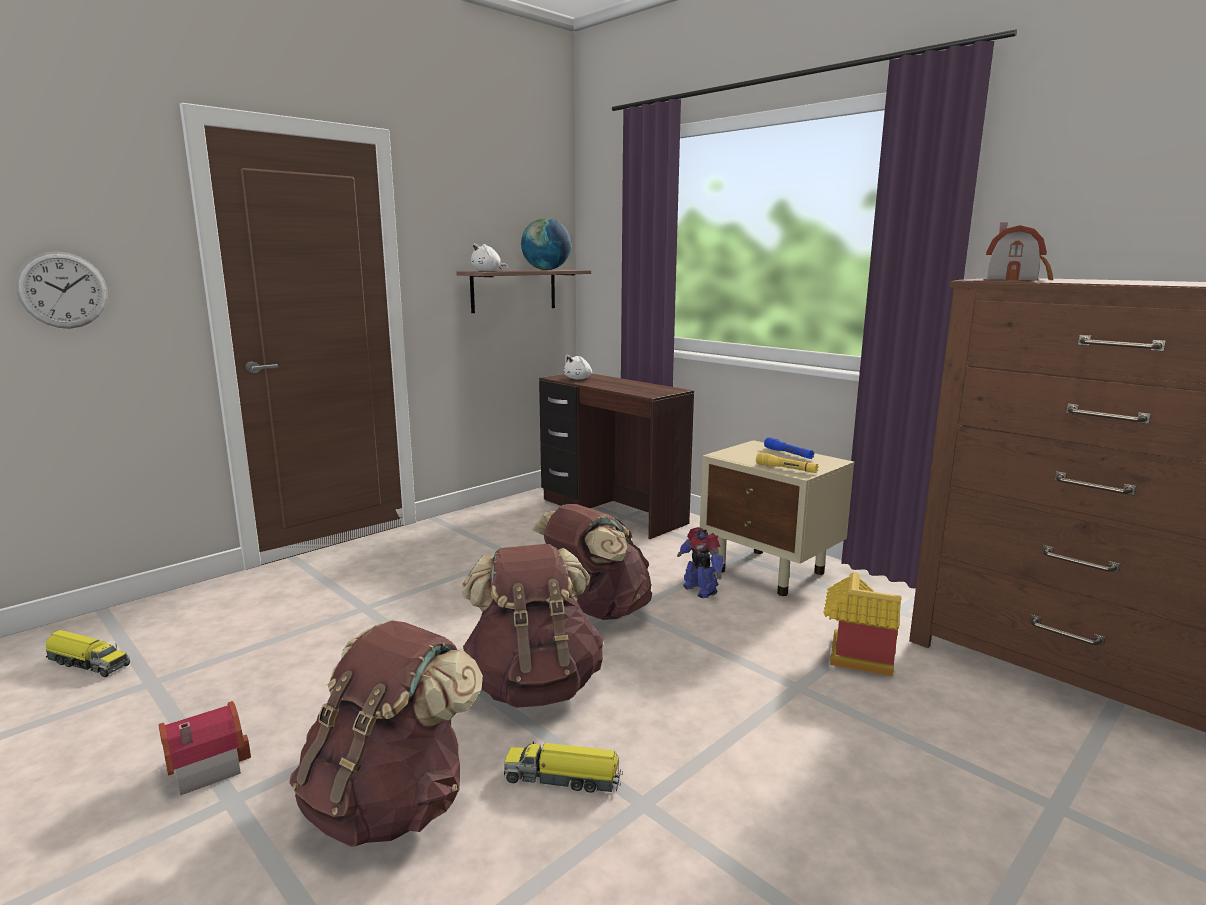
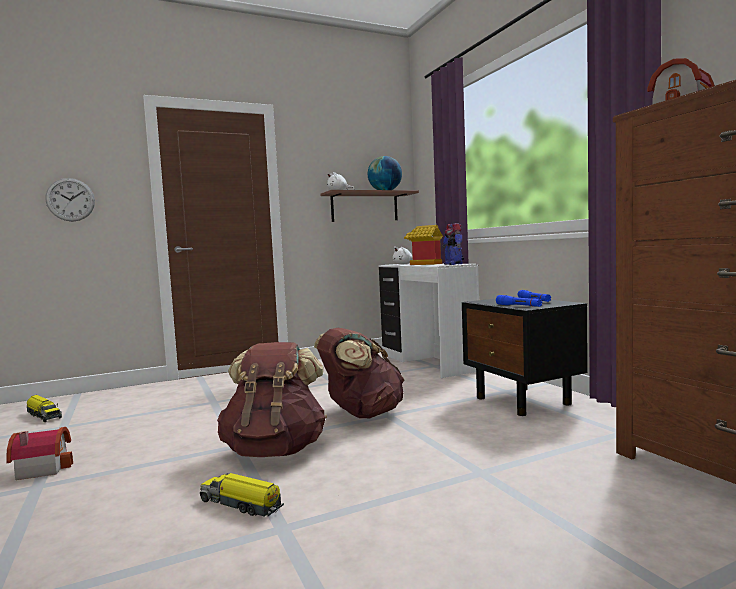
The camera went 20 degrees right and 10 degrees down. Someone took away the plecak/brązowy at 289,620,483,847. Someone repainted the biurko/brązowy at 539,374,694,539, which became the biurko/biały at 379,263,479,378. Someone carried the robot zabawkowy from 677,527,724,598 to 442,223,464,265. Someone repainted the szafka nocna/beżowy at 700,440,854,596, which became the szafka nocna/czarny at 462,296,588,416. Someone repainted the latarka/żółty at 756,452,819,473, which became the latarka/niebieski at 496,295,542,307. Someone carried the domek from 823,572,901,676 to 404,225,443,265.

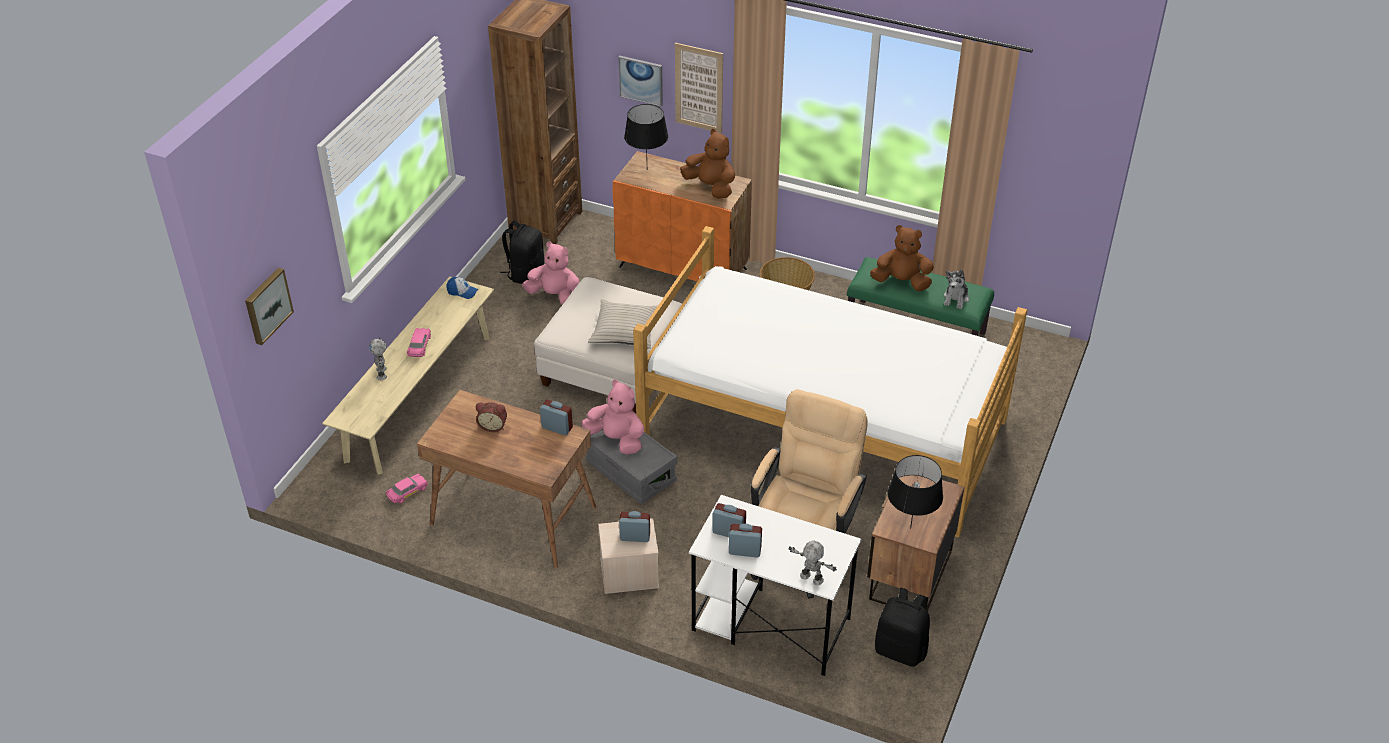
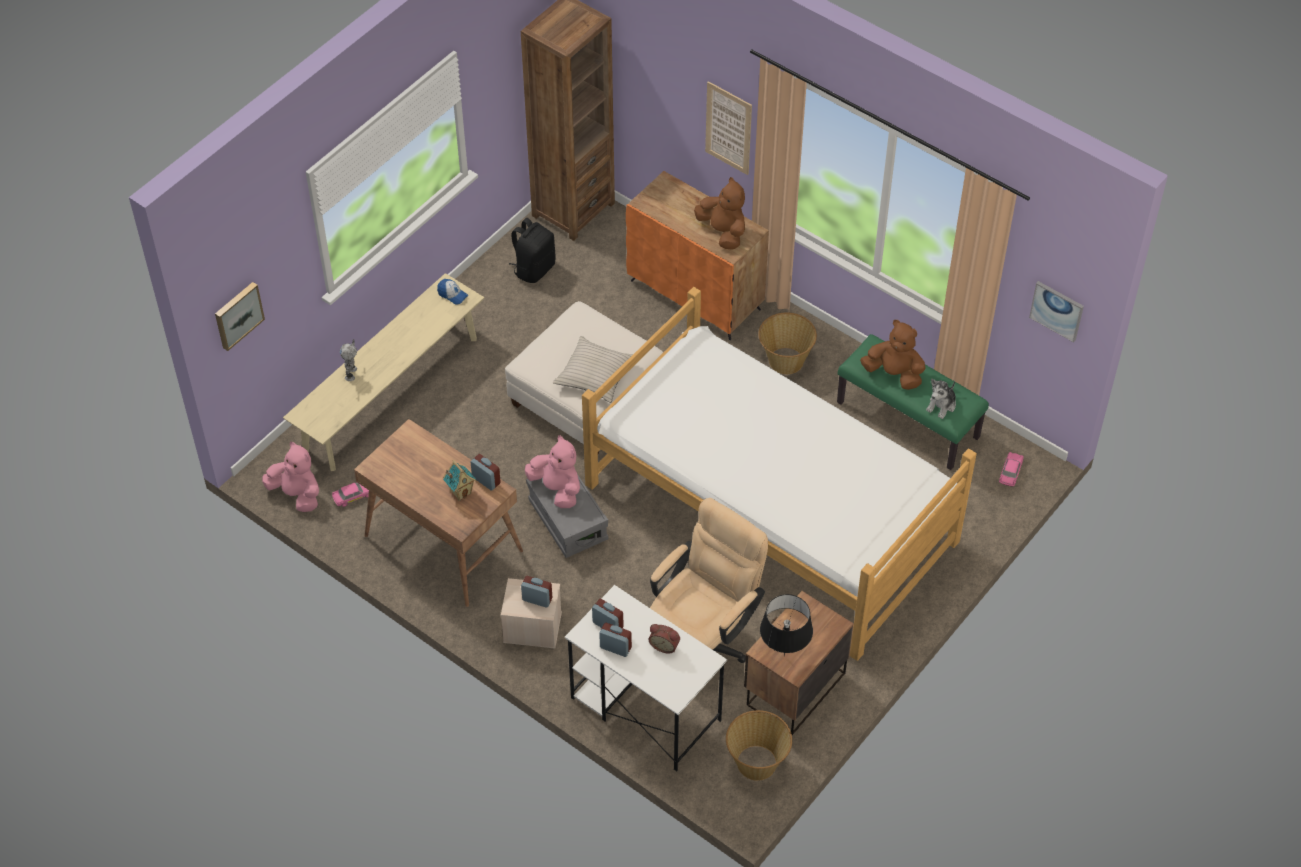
The camera went 15 degrees right and 10 degrees up. Someone carried the samochodzik/różowy from 407,328,431,357 to 999,452,1024,486. Someone carried the budzik from 476,402,507,432 to 649,624,680,654. Someone carried the pluszak/różowy from 522,241,580,305 to 262,441,319,512. Someone carried the obraz from 618,56,663,107 to 1029,281,1084,342. Someone took away the lampa stołowa/czarny at 624,104,668,156. Someone took away the robot zabawkowy at 788,540,837,585. Someone swapped the plecak/czarny at 875,588,930,667 for the koszyk at 726,710,792,781. Someone put down the domek at 443,460,476,501.

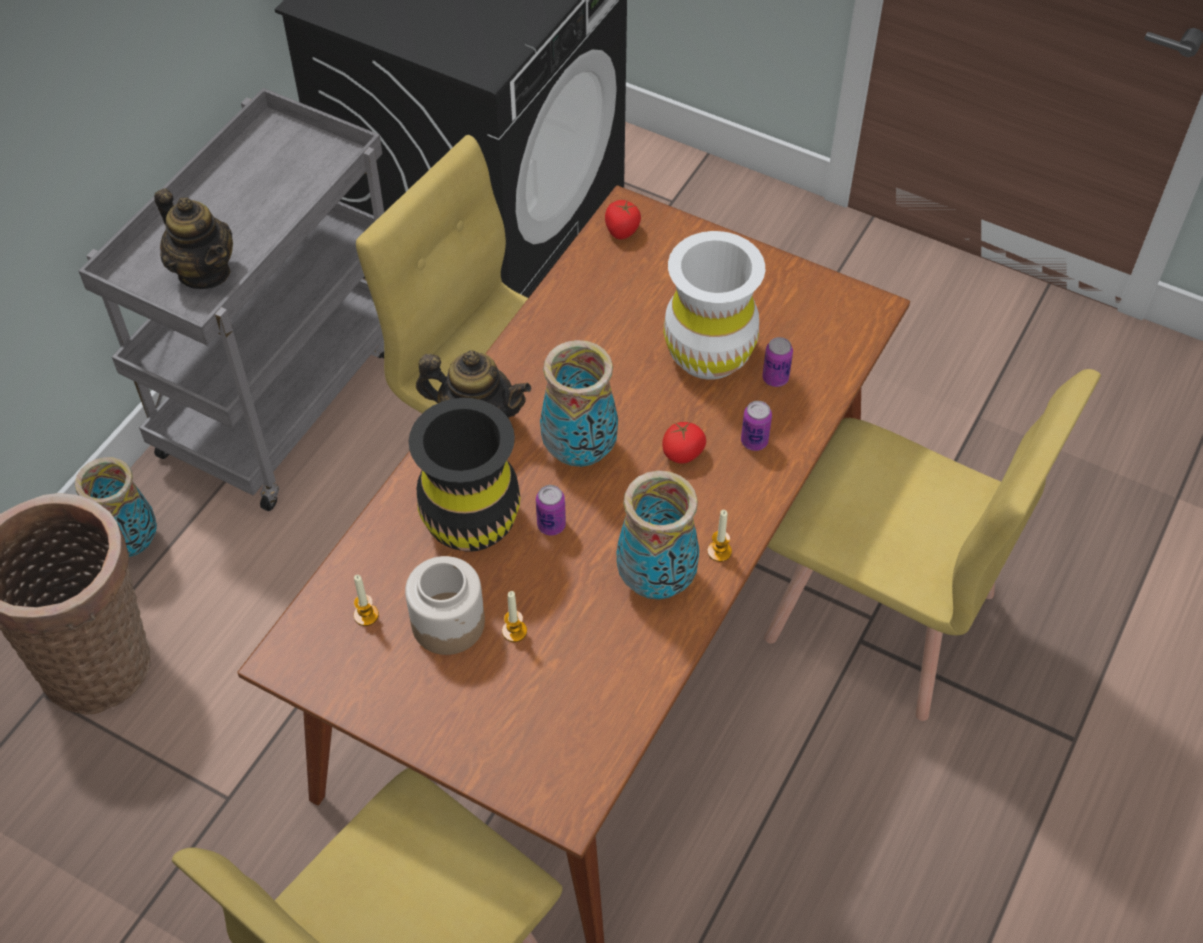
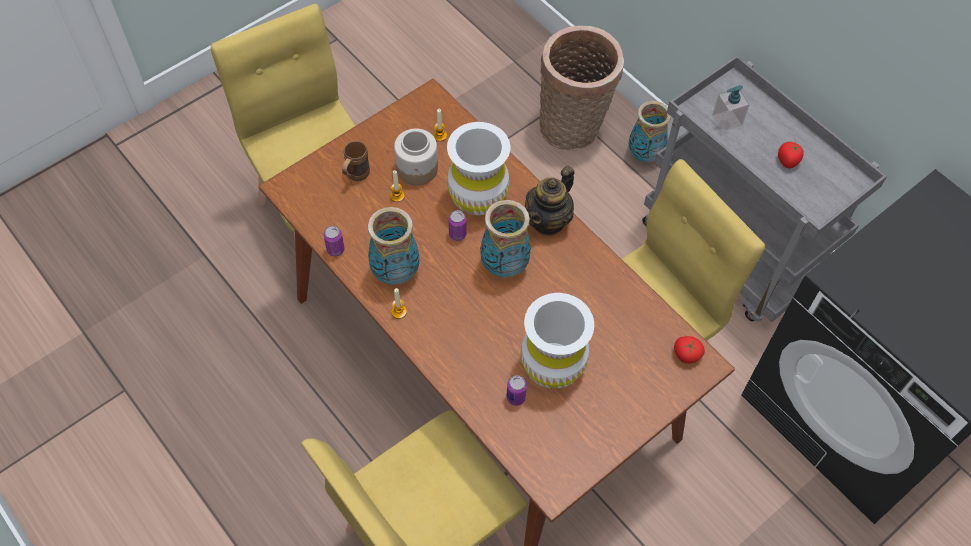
The camera went 110 degrees right and 5 degrees up. Someone swapped the imbryk at 154,188,233,289 for the dozownik mydła at 712,85,750,132. Someone repainted the wazon/czarny at 409,398,520,552, which became the wazon/biały at 447,122,510,215. Someone carried the pomidor from 662,422,706,463 to 778,142,804,168. Someone carried the puszka from 741,401,772,451 to 324,226,345,257. Someone put down the kubek/brązowy at 342,141,370,181.

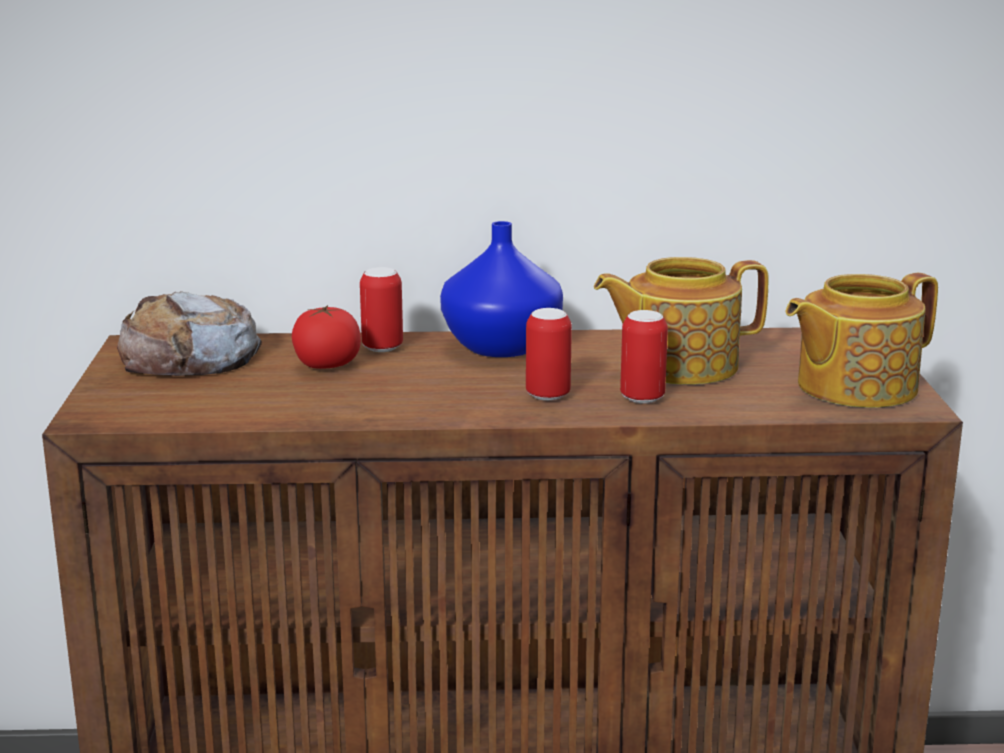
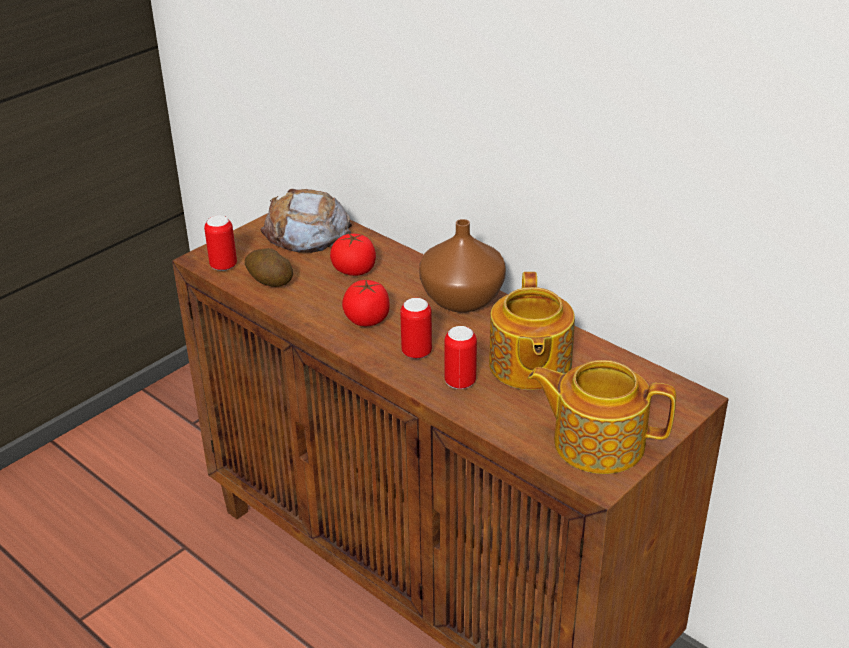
The camera went 45 degrees right and 15 degrees up. Someone carried the puszka from 360,267,403,352 to 204,215,237,271. Someone repainted the wazon/niebieski at 440,221,563,357, which became the wazon/brązowy at 419,219,506,312. Someone rotated the imbryk at 594,257,768,385 by 120 degrees counterclockwise. Someone put down the ziemniak at 245,248,293,287. Someone put down the pomidor at 342,280,390,326.

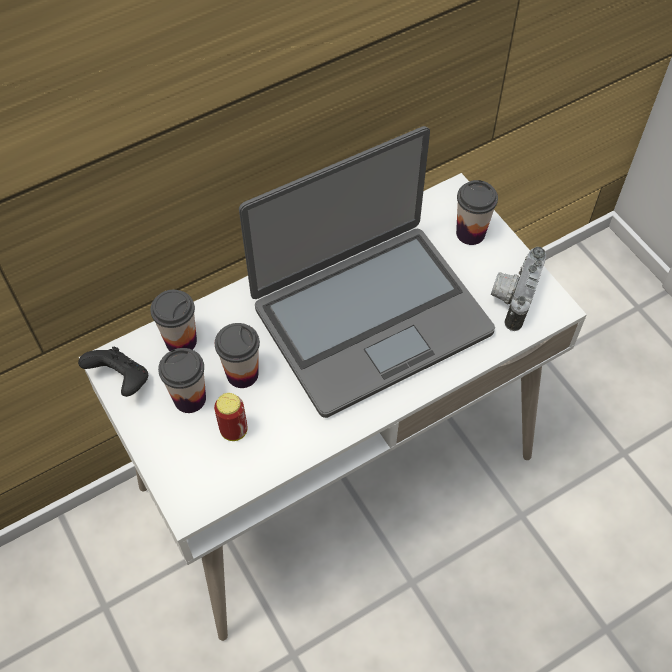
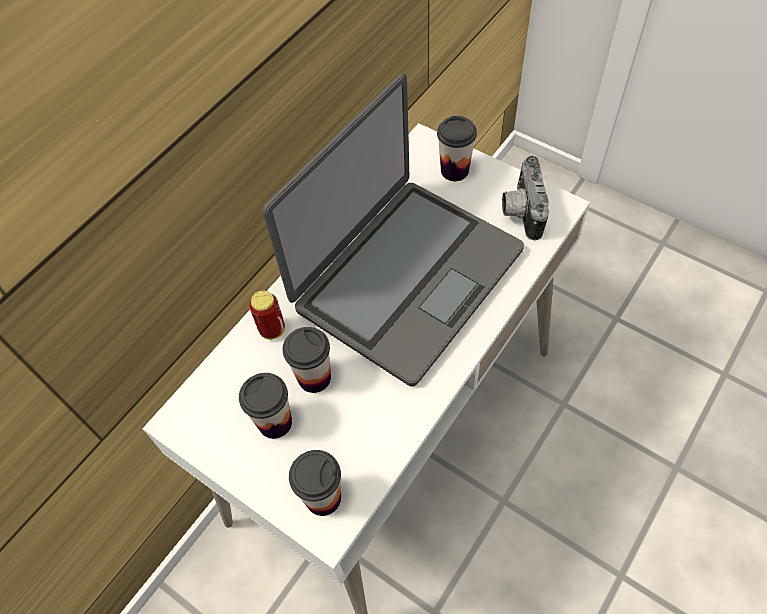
The camera went 20 degrees left and 0 degrees up. Someone took away the pad do gier/czarny at 78,347,148,397. Someone carried the filiżanka from 150,290,197,351 to 289,450,341,516. Someone carried the puszka from 214,393,247,441 to 249,291,285,340.

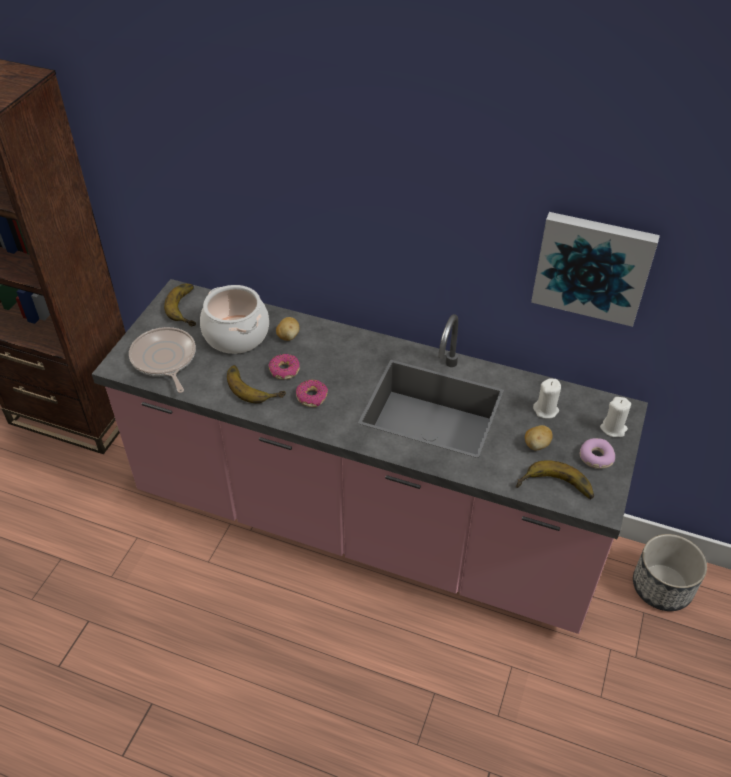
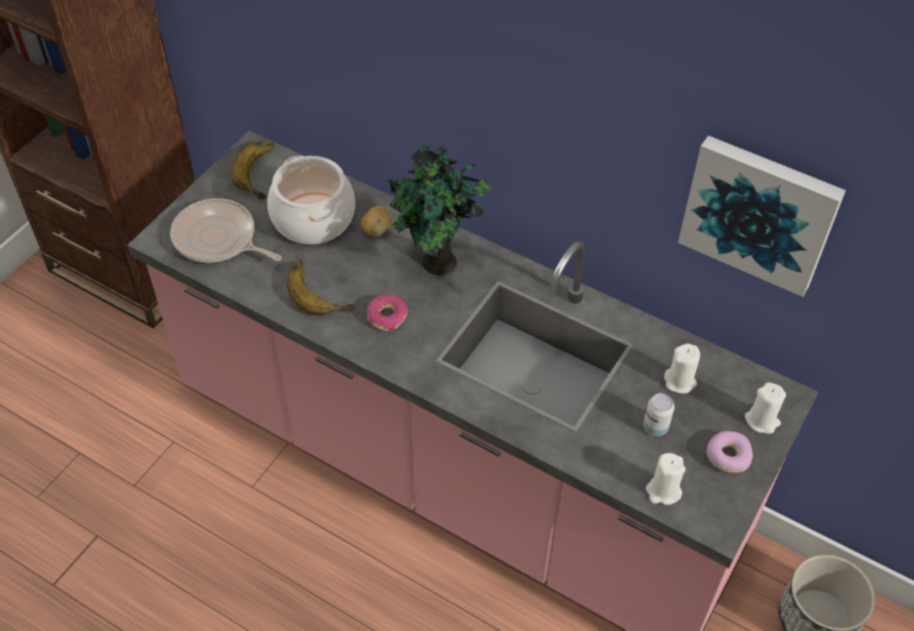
The camera went 10 degrees right and 5 degrees up. Someone rotated the patelnia at 129,327,196,393 by 45 degrees counterclockwise. Someone took away the donut at 269,354,300,380. Someone swapped the banan at 516,460,594,499 for the świeca/biały at 646,453,686,505. Someone swapped the ziemniak at 525,425,553,450 for the puszka at 643,393,675,436. Someone put down the roślina doniczkowa at 389,143,492,275.

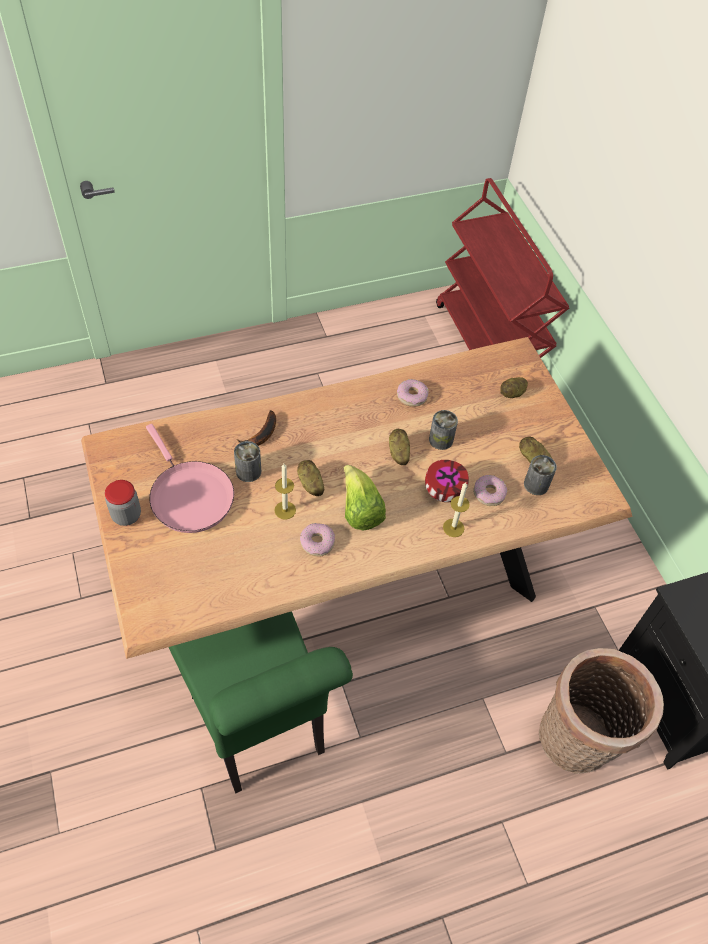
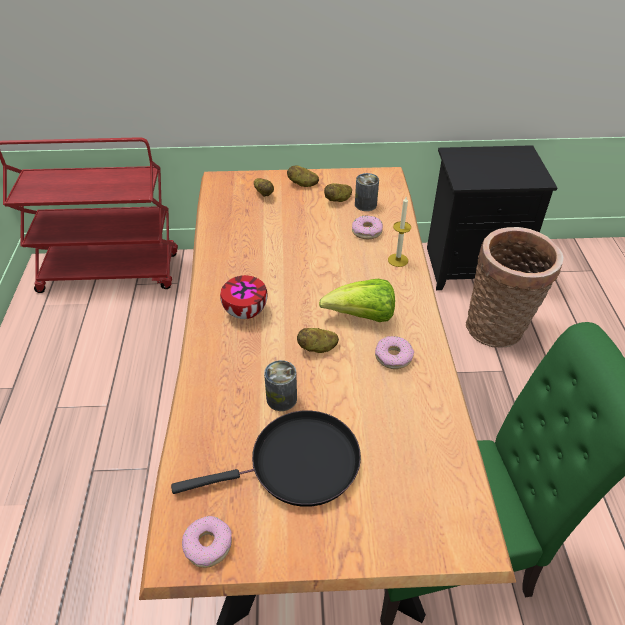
The camera went 70 degrees left and 10 degrees down. Someone took away the słoik at 105,480,141,526. Someone repainted the patelnia/różowy at 146,424,234,533, which became the patelnia/czarny at 171,411,361,507. Someone took away the banan at 237,410,276,446. Someone took away the świeca at 274,464,296,520. Someone carried the ziemniak from 389,429,410,465 to 287,166,319,187. Someone carried the donut from 397,379,429,407 to 182,516,232,568. Someone carried the miska from 425,460,469,502 to 220,275,267,319. Someone took away the puszka at 429,410,458,450.

